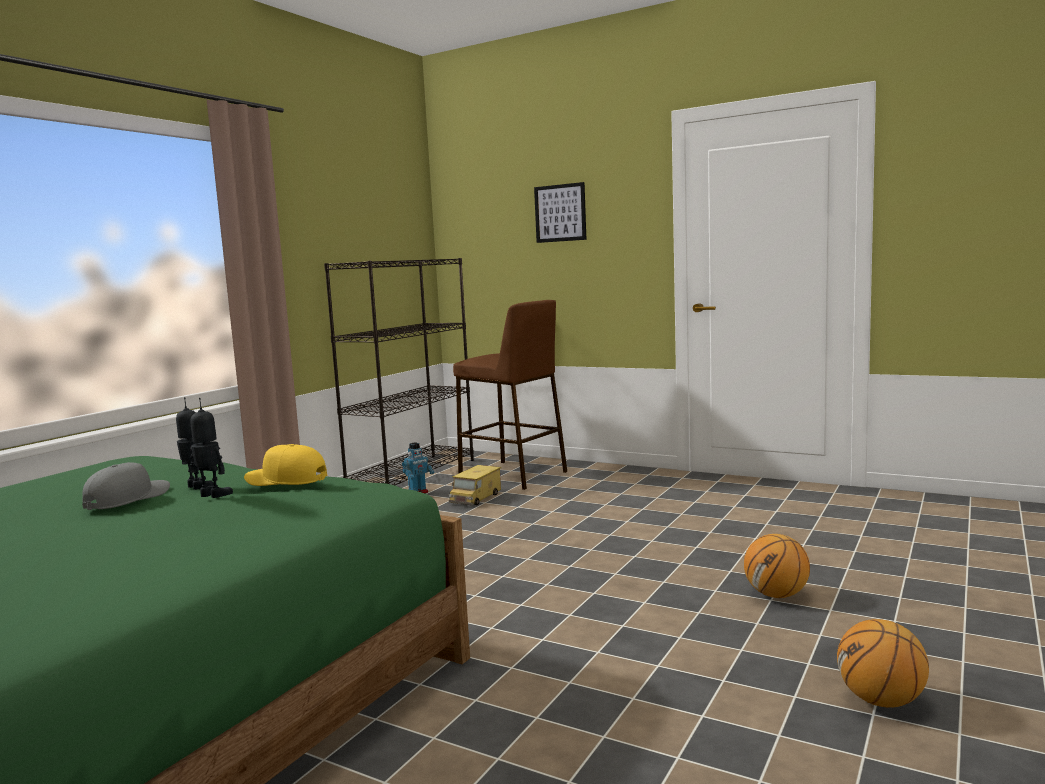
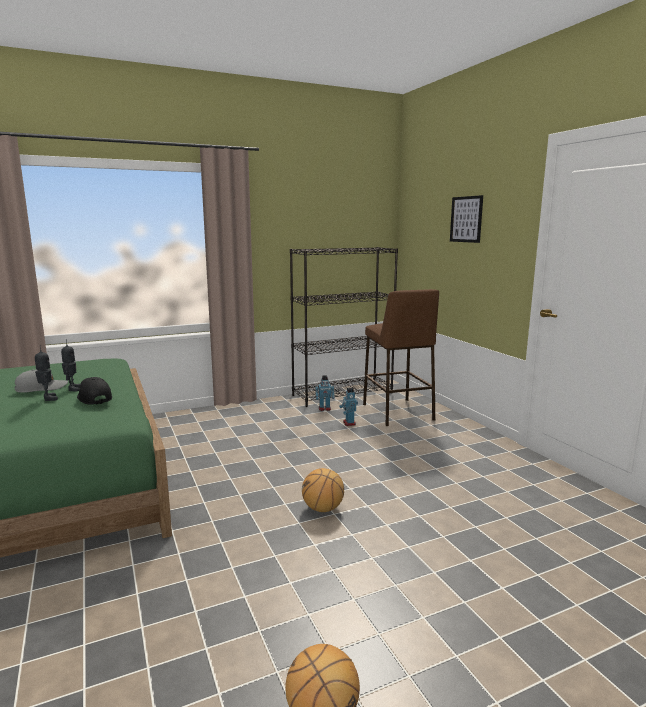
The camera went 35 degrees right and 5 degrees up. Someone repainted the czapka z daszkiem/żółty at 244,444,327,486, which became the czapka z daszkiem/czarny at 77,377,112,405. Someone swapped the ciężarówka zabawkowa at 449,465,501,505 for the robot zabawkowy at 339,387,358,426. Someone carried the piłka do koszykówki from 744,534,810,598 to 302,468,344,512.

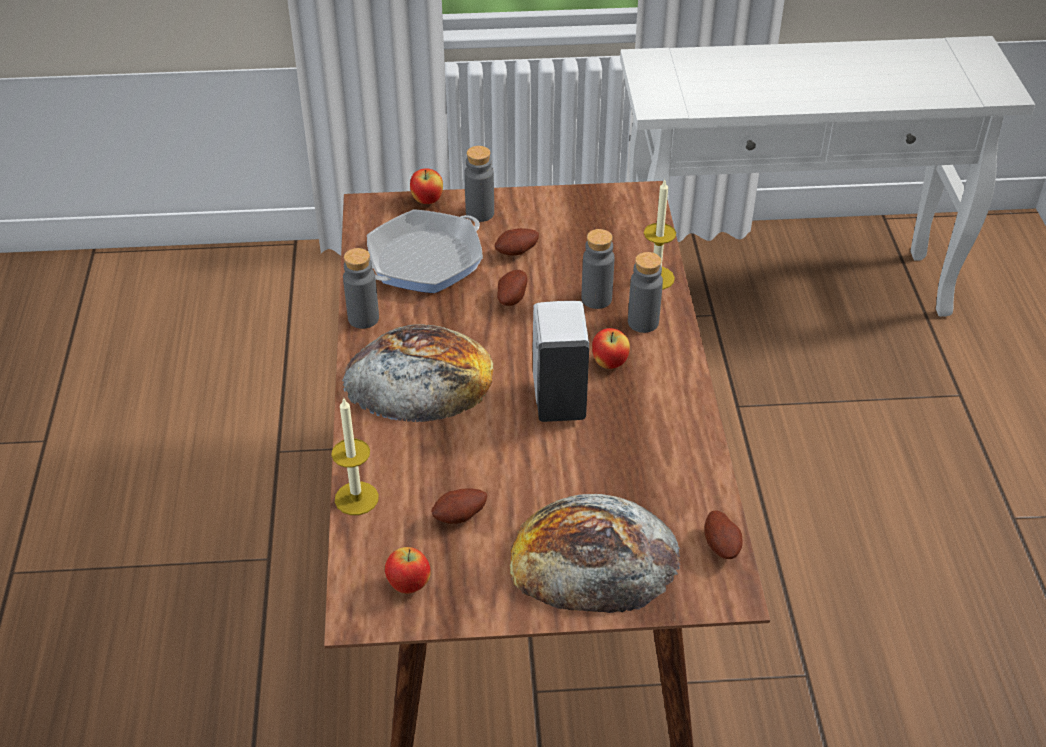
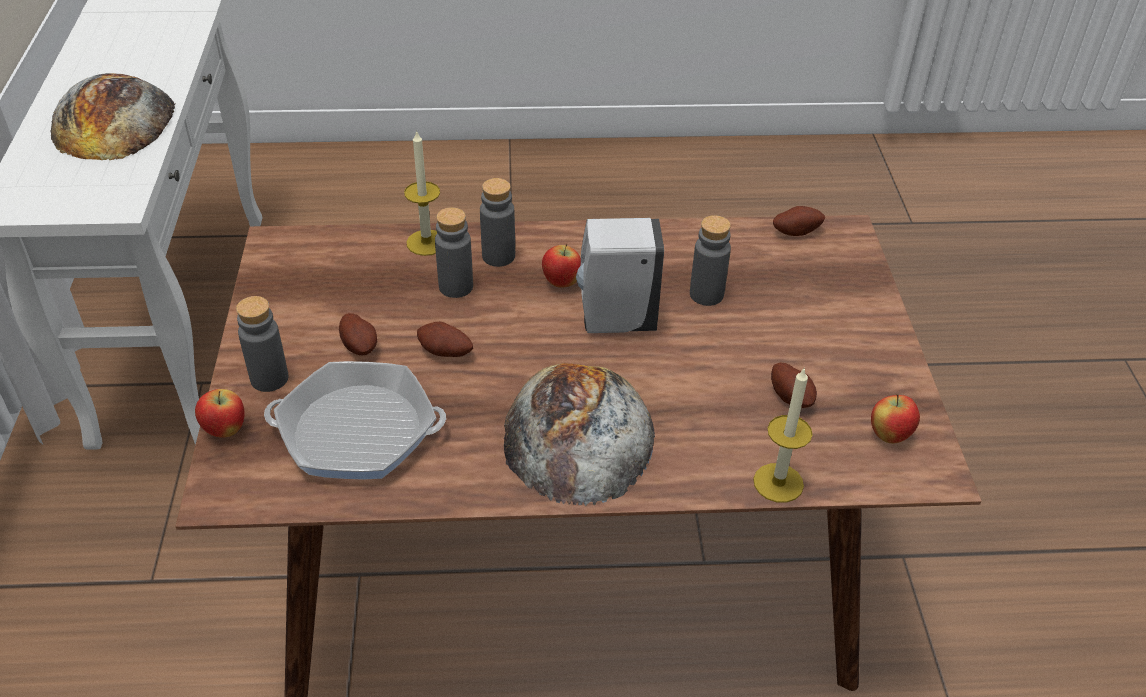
The camera went 90 degrees left and 0 degrees up. Someone carried the butelka/szary from 343,248,379,329 to 690,215,731,306. Someone rotated the patelnia at 367,209,483,293 by 135 degrees clockwise. Someone carried the chleb from 510,494,680,613 to 50,73,175,160.

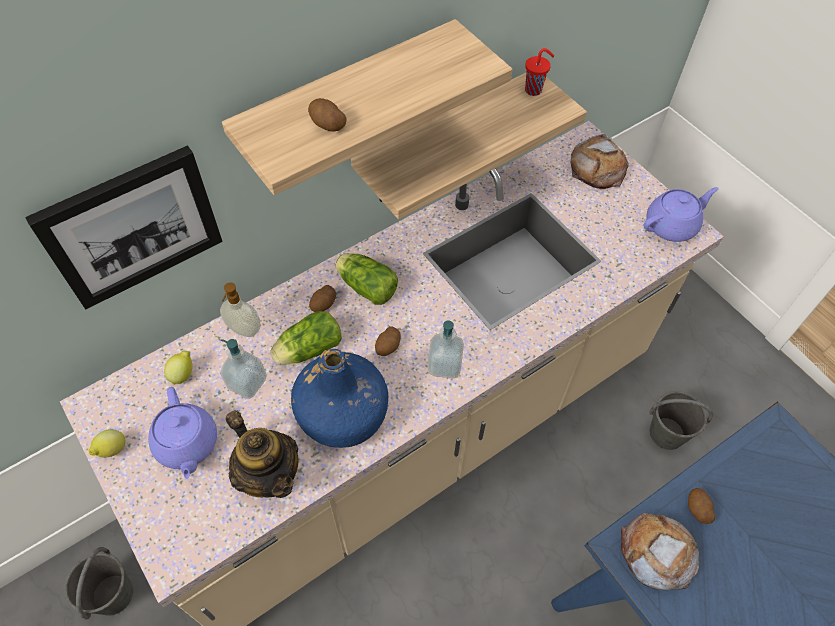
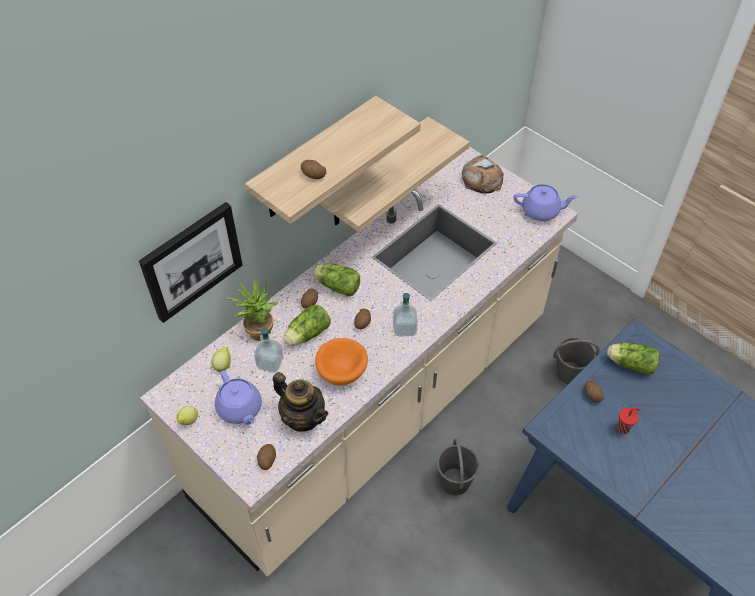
The camera went 10 degrees left and 5 degrees down. Someone carried the wiadro/szary from 64,547,133,620 to 437,439,480,495. Someone swapped the dozownik mydła at 220,282,261,337 for the roślina doniczkowa at 226,280,278,341. Someone swapped the butelka/niebieski at 291,349,388,448 for the miska/pomarańczowy at 315,338,368,386. Someone carried the filiżanka/czerwony from 525,48,554,96 to 617,407,641,434. Someone took away the chleb at 621,513,699,590. Someone rotated the imbryk/fioletowy at 644,187,719,242 by 45 degrees clockwise. Someone put down the ziemniak at 257,444,276,470. Someone put down the sałata at 607,343,659,375.

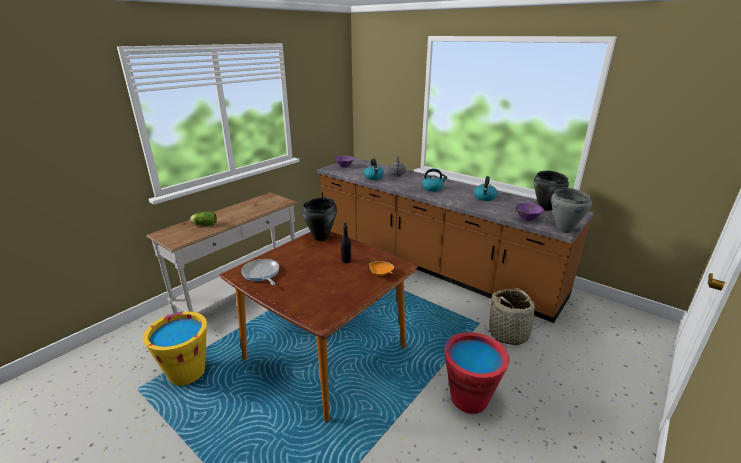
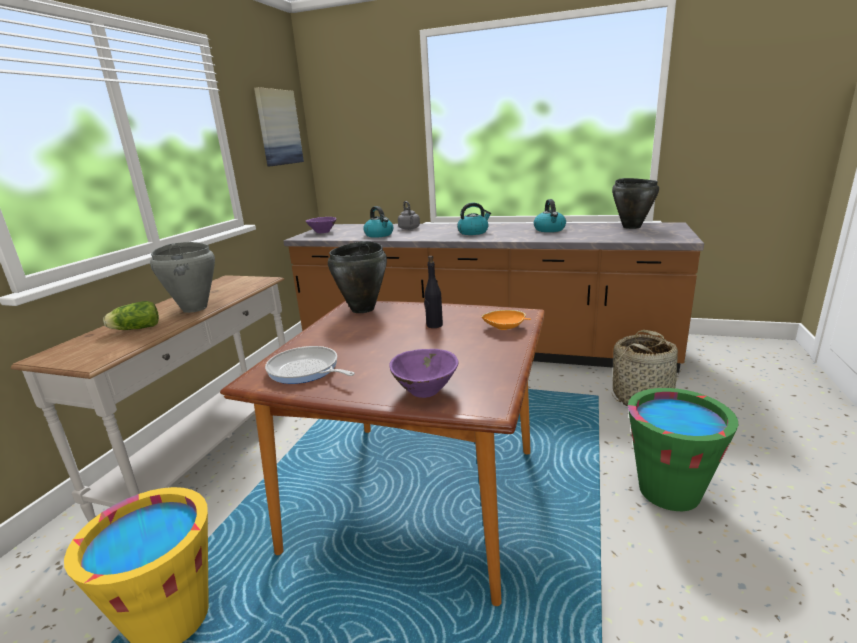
The camera went 20 degrees left and 5 degrees down. Someone repainted the wiadro/czerwony at 444,332,509,414, which became the wiadro/zielony at 628,388,738,511. Someone carried the miska/fioletowy from 516,203,544,221 to 389,349,459,398. Someone carried the garnek/szary from 551,188,592,233 to 150,242,215,313. Someone put up the obraz at 254,87,304,167.

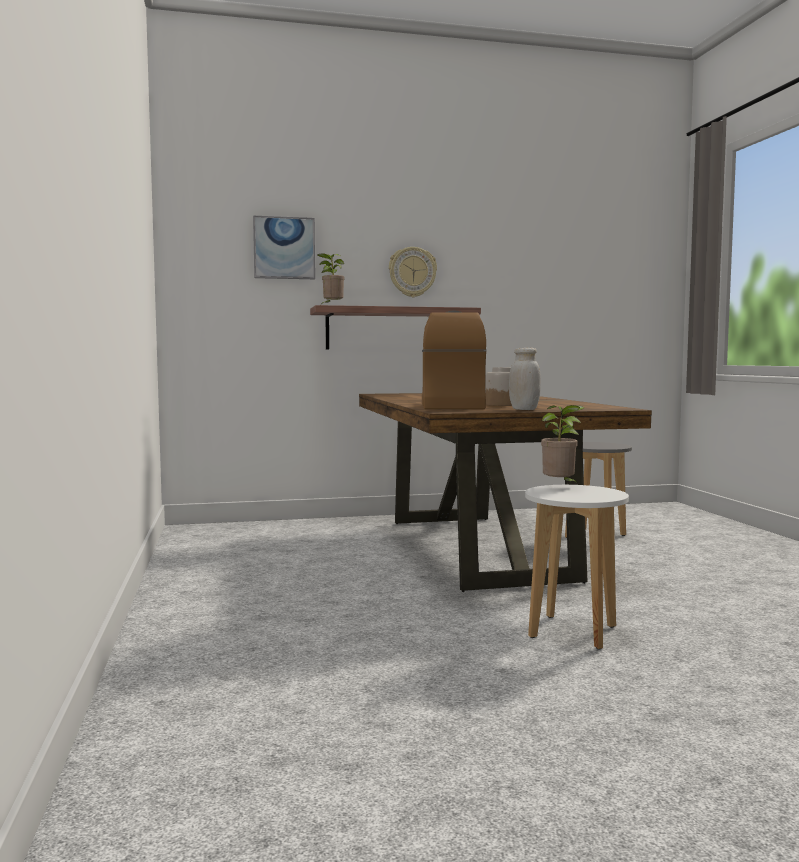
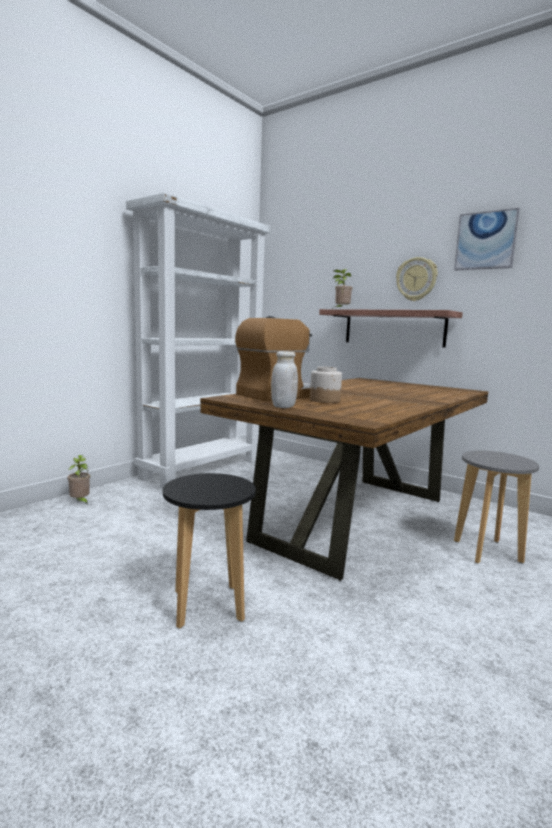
The camera went 50 degrees right and 5 degrees up. Someone carried the obraz from 253,216,315,279 to 454,208,520,271. Someone repainted the stołek/biały at 525,485,629,650, which became the stołek/czarny at 163,473,256,628. Someone carried the roślina doniczkowa from 541,405,585,486 to 67,455,91,504. Someone put down the regał/biały at 126,192,271,488.

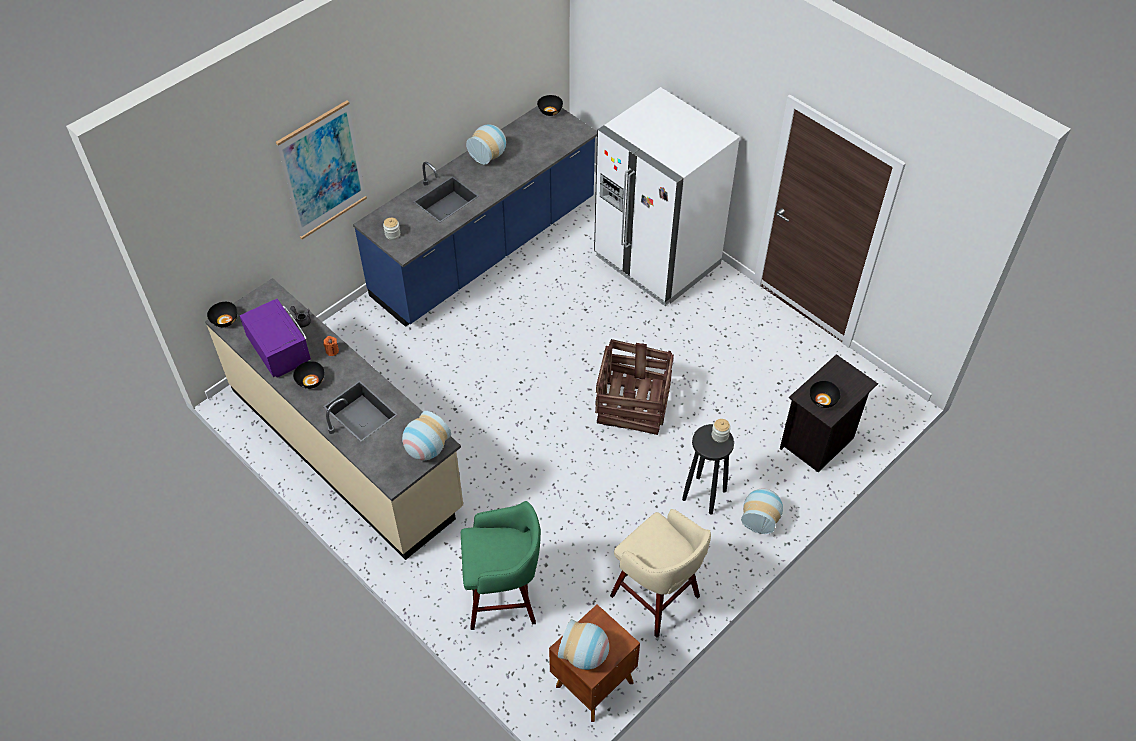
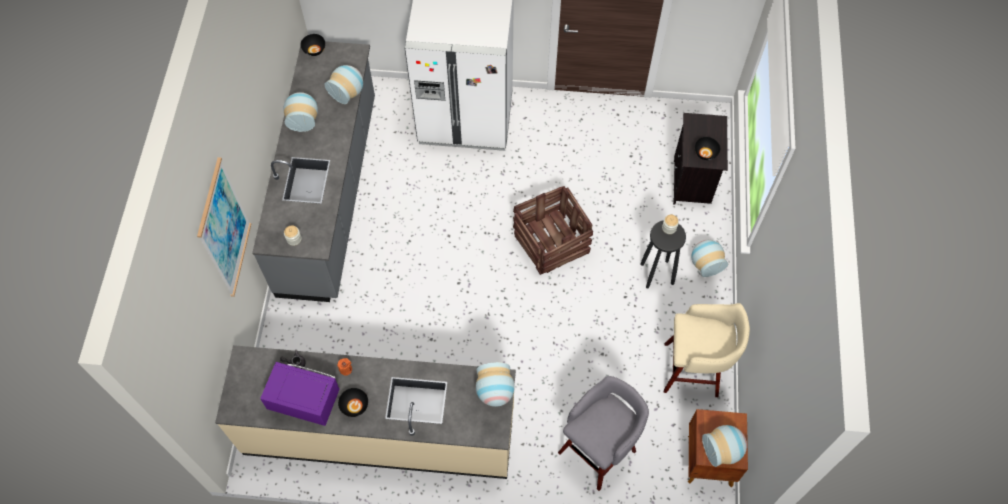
The camera went 40 degrees left and 10 degrees up. Someone took away the miska/czarny at 207,302,237,327. Someone repainted the zabudowa kuchenna/niebieski at 353,106,597,327, which became the zabudowa kuchenna/szary at 252,41,375,302. Someone repainted the stołek/zielony at 461,501,541,630, which became the stołek/szary at 558,376,649,491. Someone put down the wazon at 324,65,363,104.

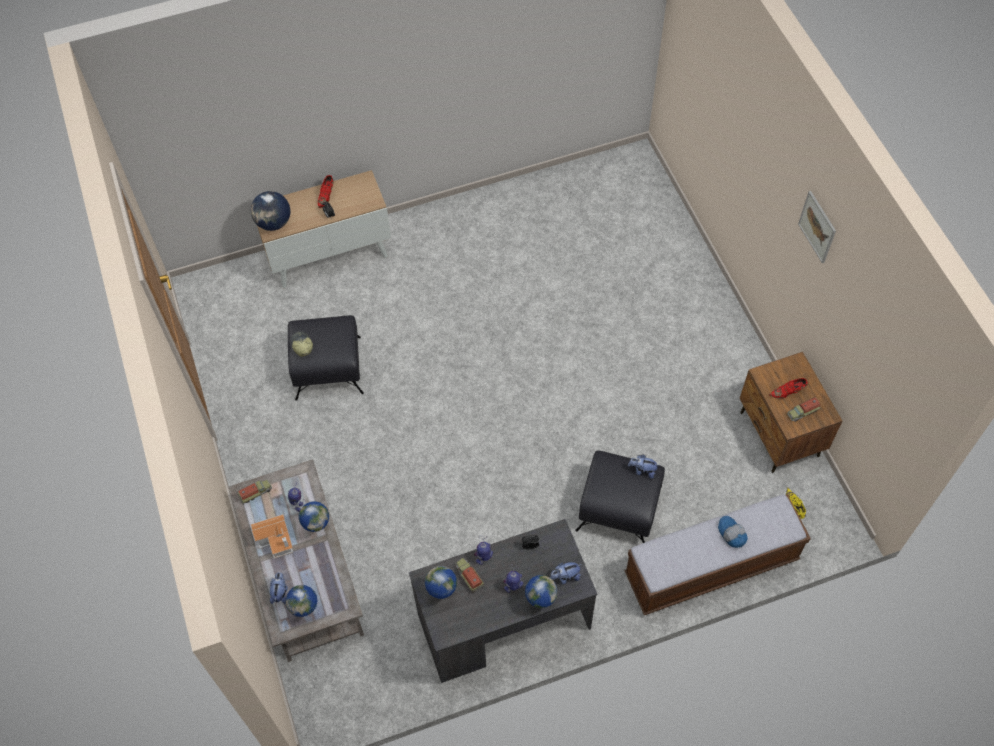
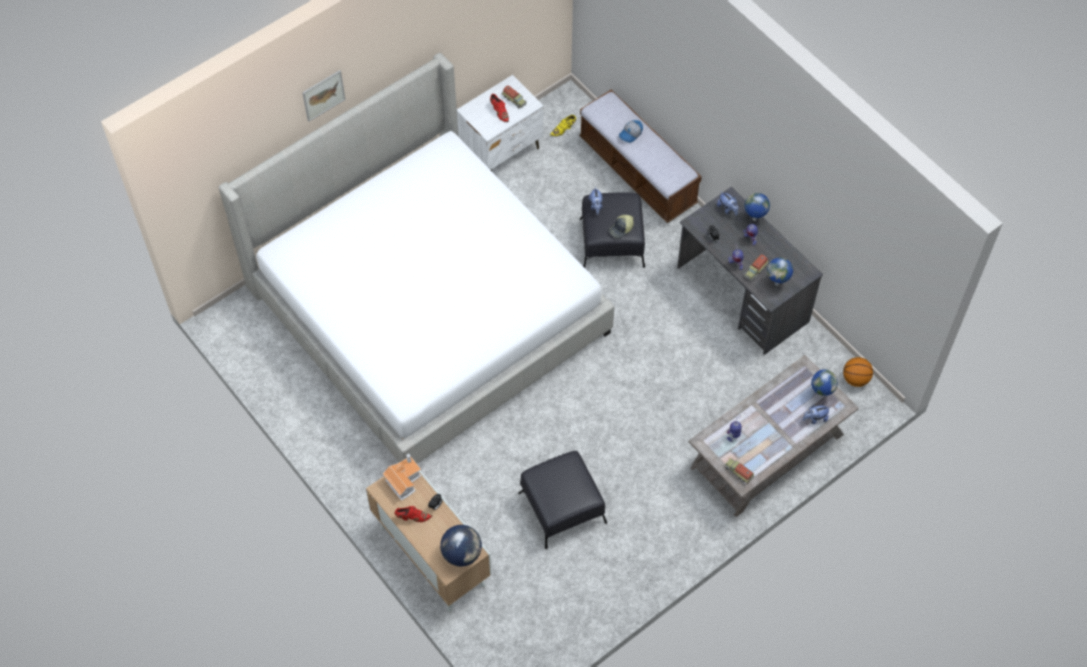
The camera went 110 degrees left and 0 degrees up. Someone carried the domek from 251,514,293,559 to 382,453,421,501. Someone carried the czapka z daszkiem from 291,332,313,357 to 608,215,634,239. Someone took away the globus at 299,501,329,532. Someone repainted the szafka nocna/brązowy at 740,352,842,473, which became the szafka nocna/biały at 457,75,544,171. Someone carried the obraz from 798,191,836,263 to 302,70,346,122. Someone put down the łóżko at 219,53,614,464. Someone put down the piłka do koszykówki at 843,357,873,387.

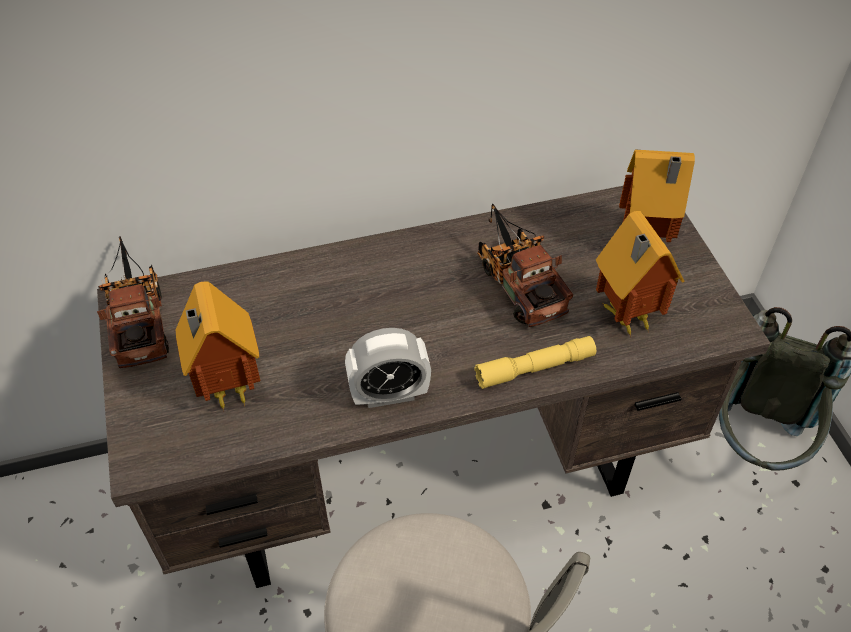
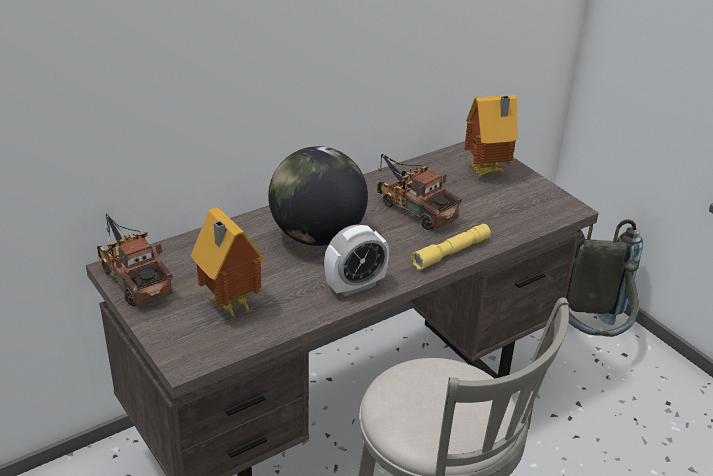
The camera went 20 degrees left and 15 degrees down. Someone took away the domek at 596,211,685,337. Someone put down the globus at 268,146,368,246.

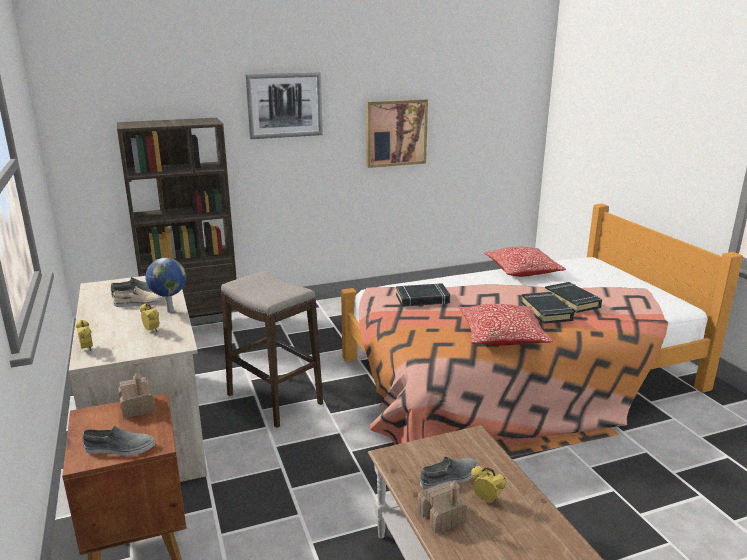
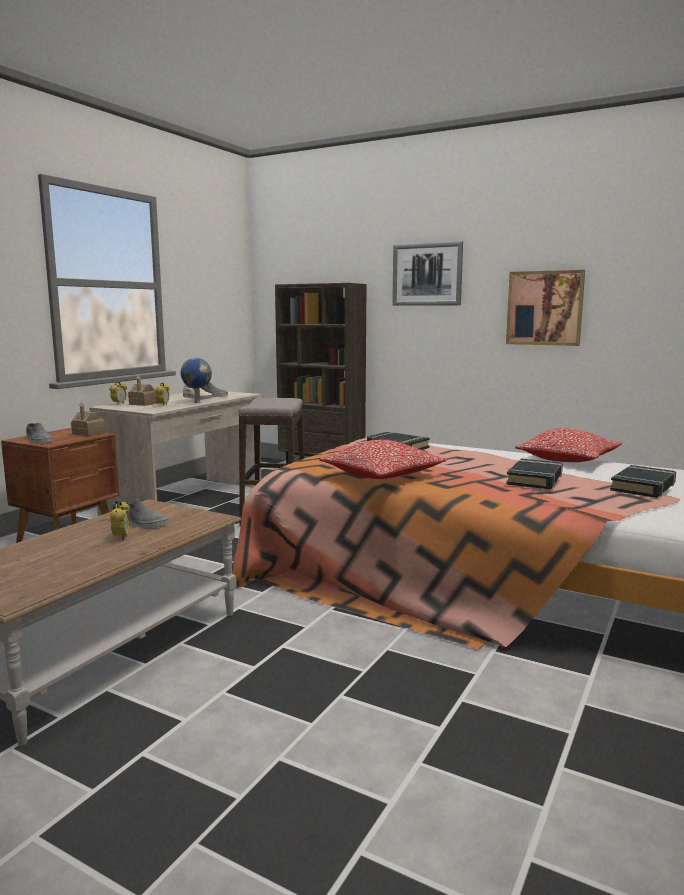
The camera went 50 degrees right and 10 degrees down. Someone carried the domek from 418,481,467,534 to 128,375,158,406. Someone carried the książka/czarny from 521,292,575,324 to 610,465,676,498.

